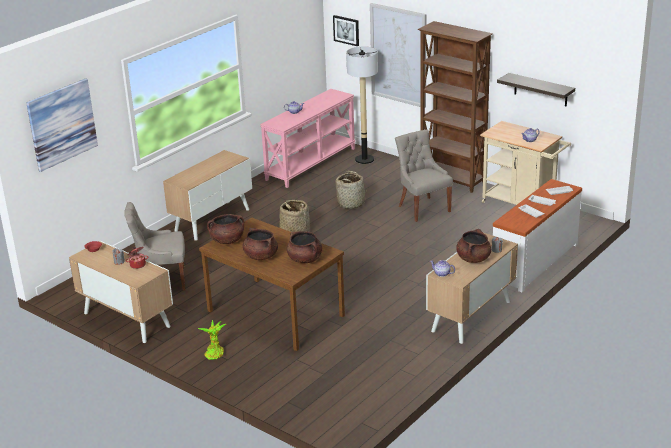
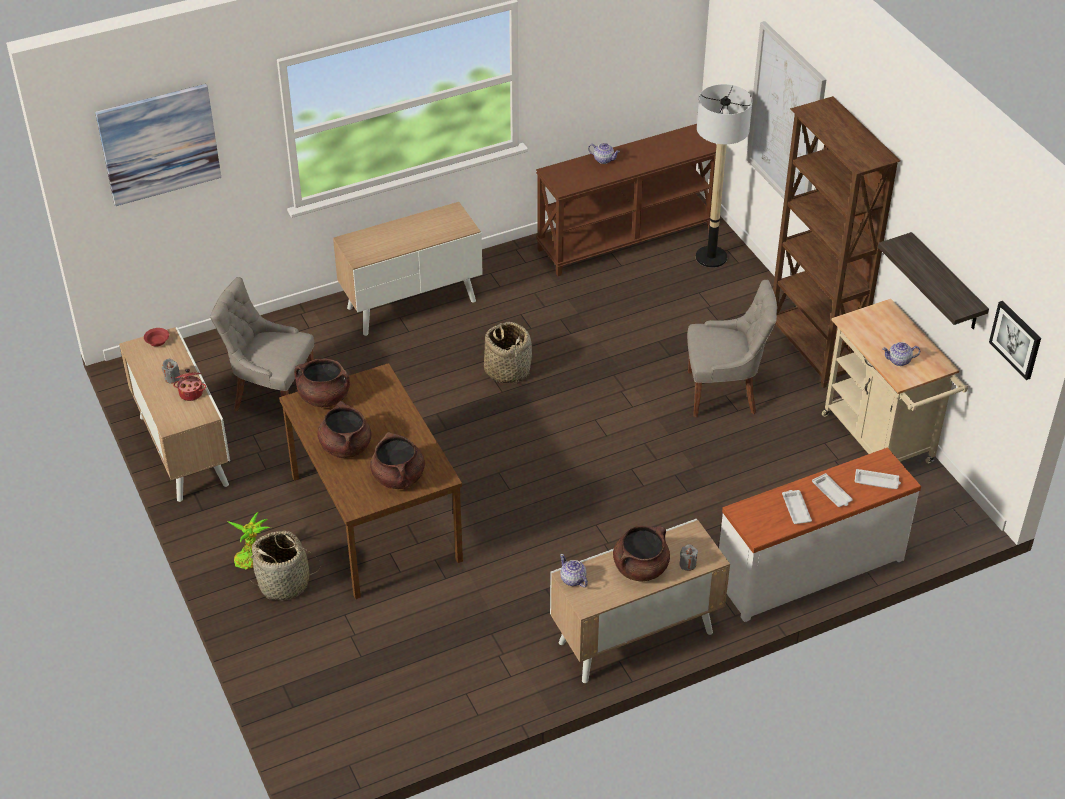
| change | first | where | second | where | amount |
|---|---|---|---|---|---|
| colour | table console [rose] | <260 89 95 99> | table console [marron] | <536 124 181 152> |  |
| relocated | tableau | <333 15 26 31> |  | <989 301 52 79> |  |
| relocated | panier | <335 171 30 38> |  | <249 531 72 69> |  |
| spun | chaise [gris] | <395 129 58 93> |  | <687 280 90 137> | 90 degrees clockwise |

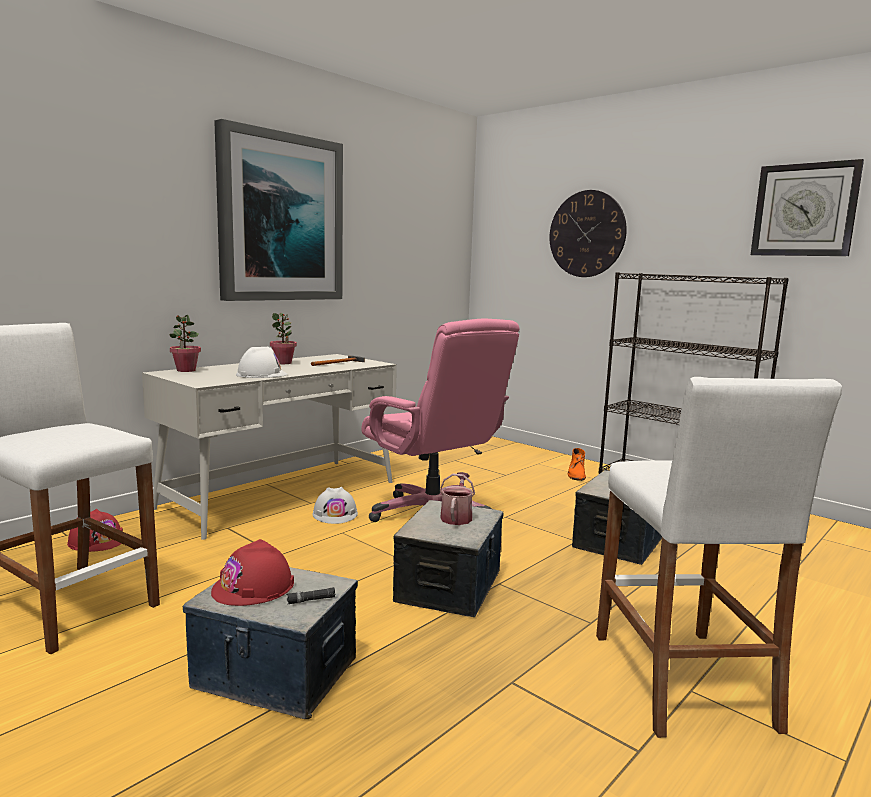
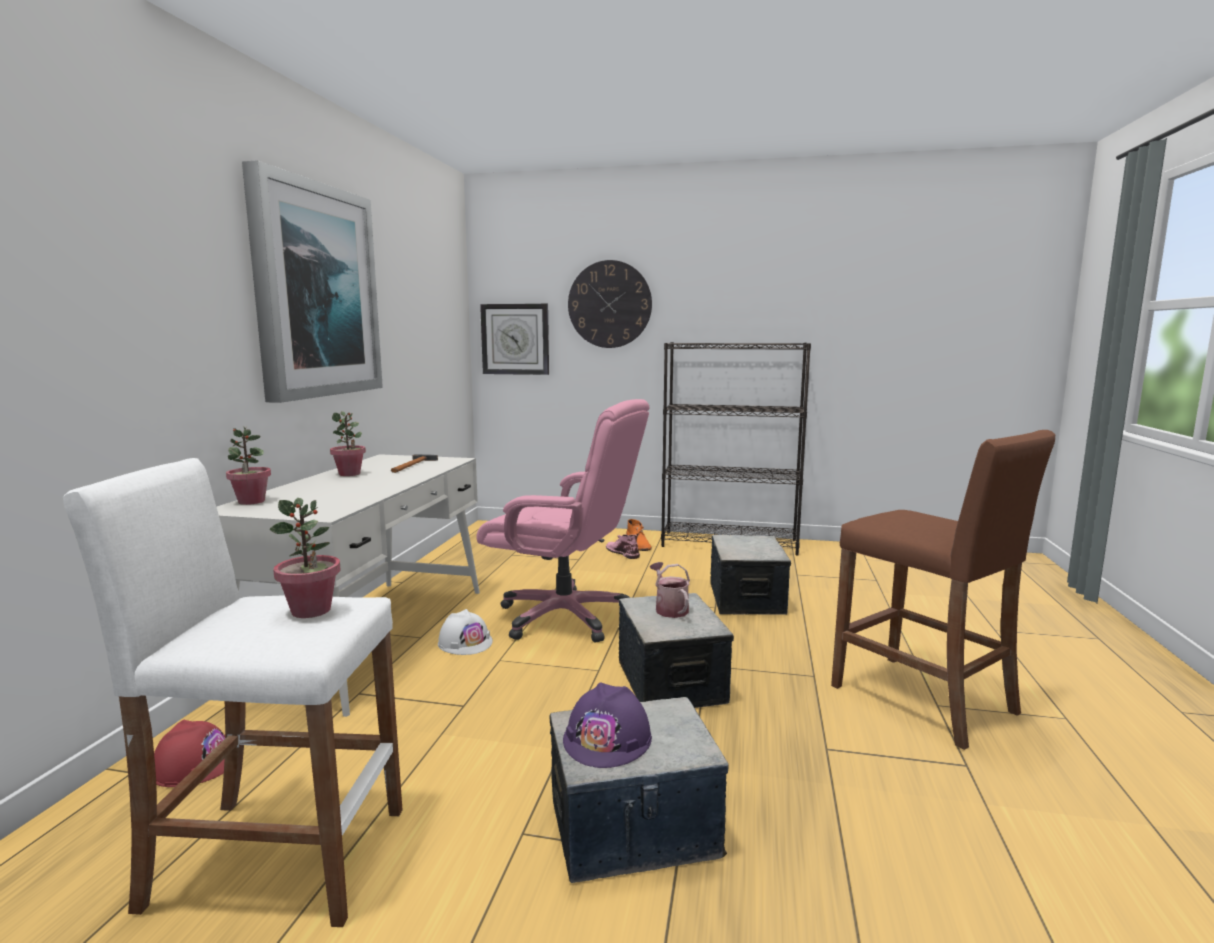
| change | first | where | second | where | amount |
|---|---|---|---|---|---|
| colour | casque de chantier [rouge] | <211 539 83 67> | casque de chantier [violet] | <563 682 89 86> |  |
| missing | casque de chantier [blanc] | <236 347 52 31> |  |  |  |
| missing | lampe de poche [noir] | <287 587 48 17> |  |  |  |
| colour | tabouret [blanc] | <596 377 246 361> | tabouret [marron] | <831 430 224 320> |  |
| relocated | horloge murale | <751 159 113 97> |  | <480 304 69 71> |  |
| appeared |  |  | plante en pot | <270 498 70 120> |  |
| appeared |  |  | botte [rose] | <606 534 34 25> |  |

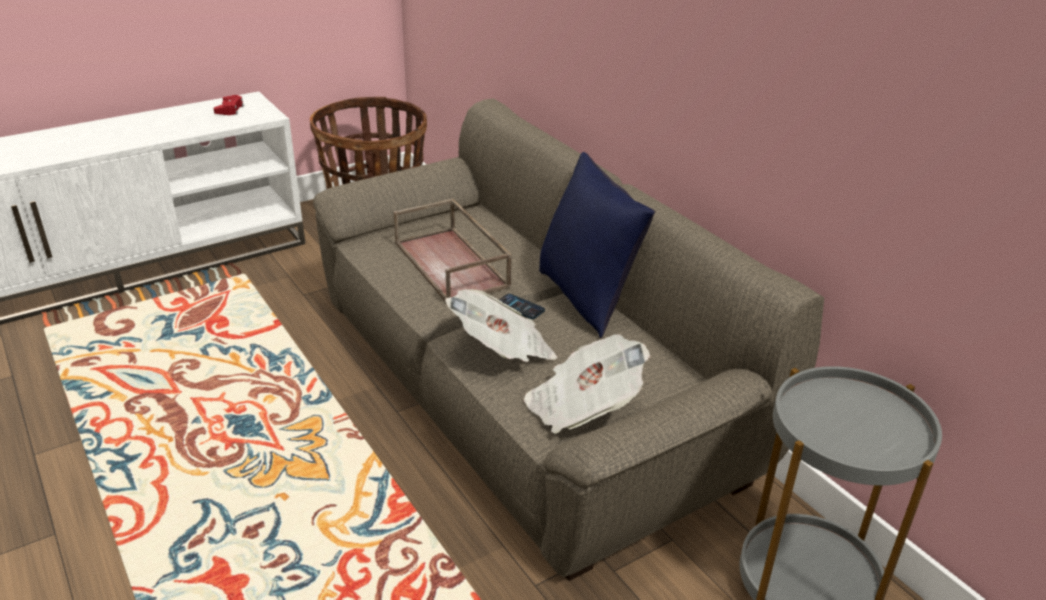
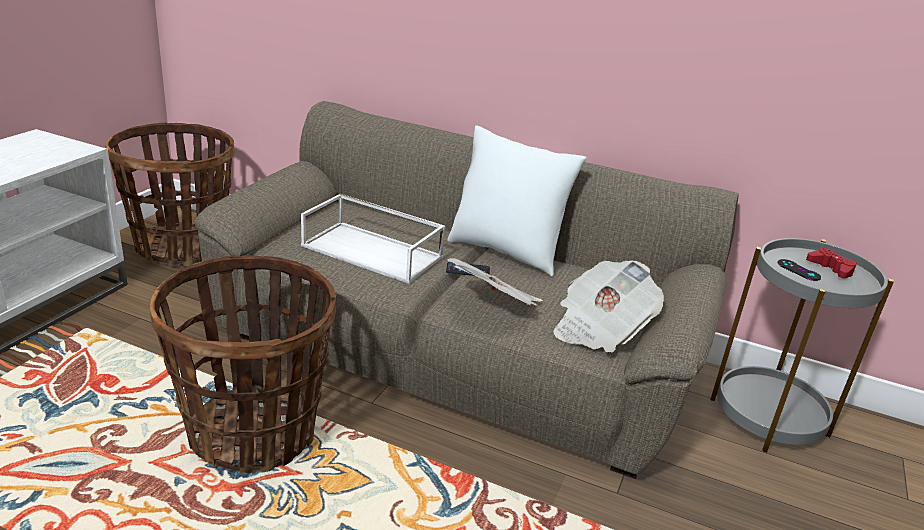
| change | first | where | second | where | amount |
|---|---|---|---|---|---|
| relocated | manette [rouge] | <213 95 31 20> |  | <806 248 51 30> |  |
| colour | plateau [marron] | <393 198 119 103> | plateau [blanc] | <301 194 145 90> |  |
| colour | coussin [bleu] | <539 152 116 186> | coussin [blanc] | <447 125 140 152> |  |
| appeared |  |  | panier | <150 255 186 218> |  |
| appeared |  |  | manette [noir] | <778 259 43 22> |  |

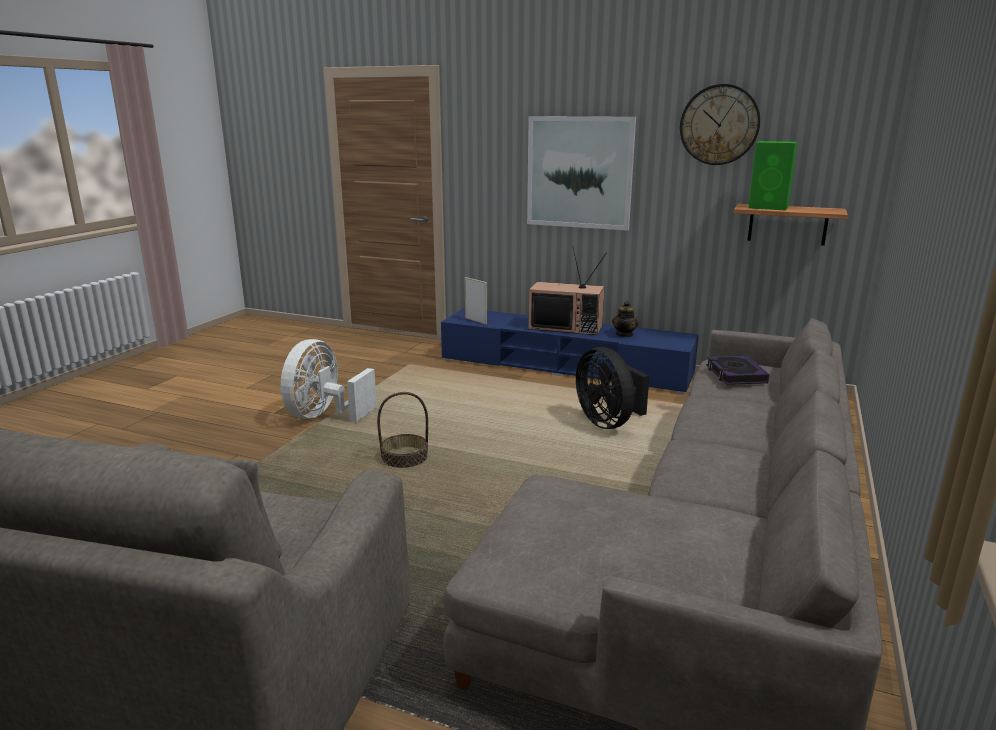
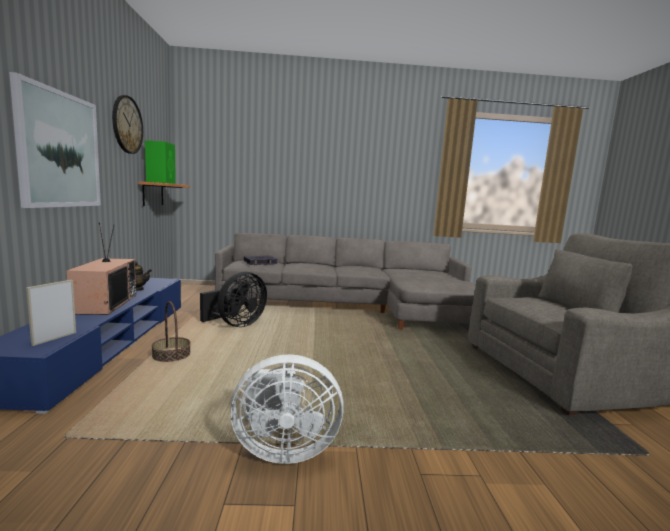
| change | first | where | second | where | amount |
|---|---|---|---|---|---|
| relocated | panier | <377 392 51 76> |  | <152 301 39 61> |  |

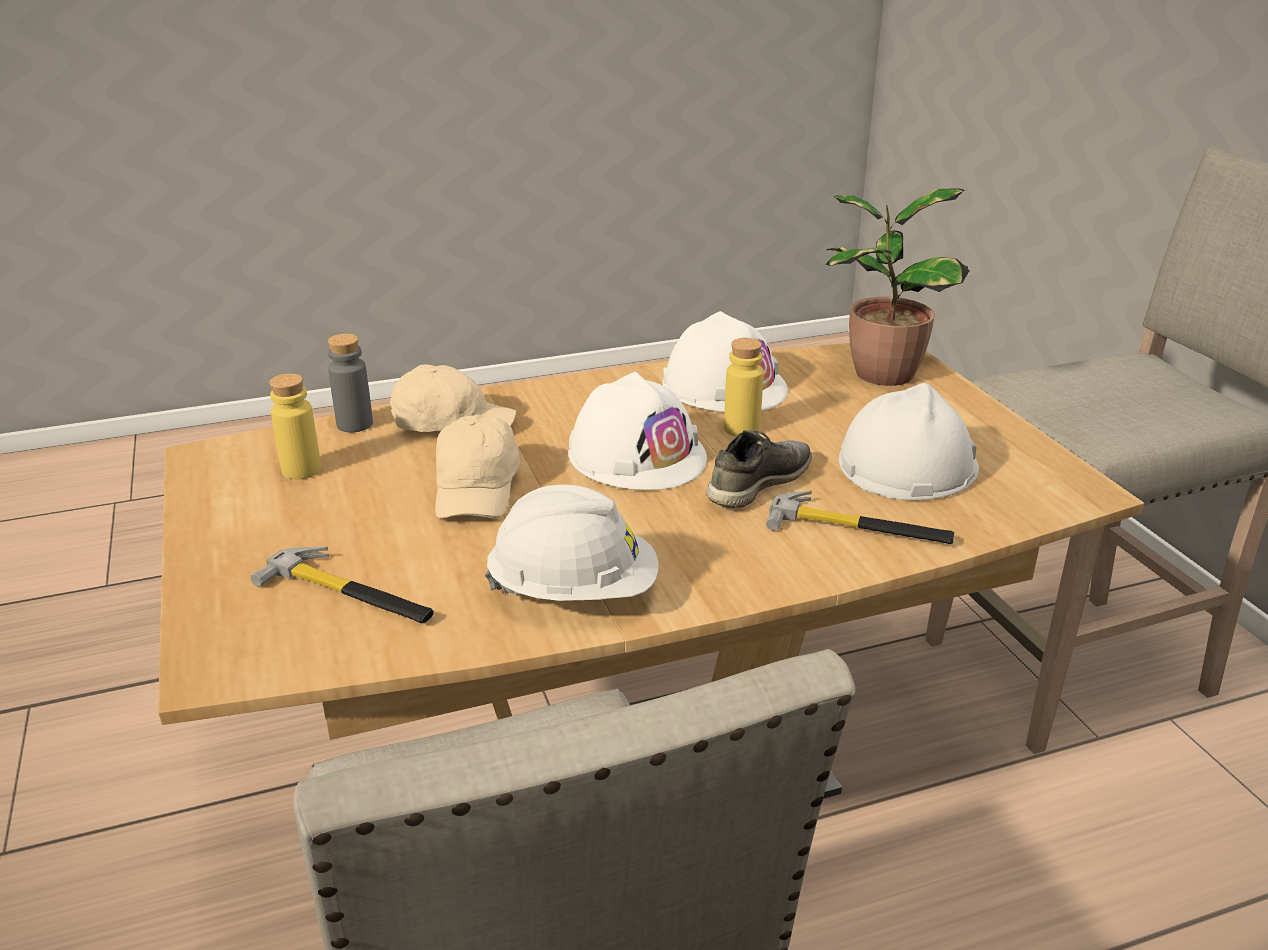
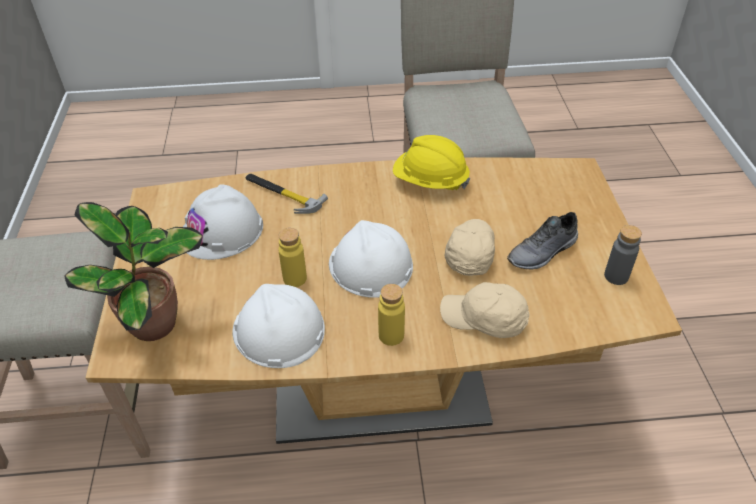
| change | first | where | second | where | amount |
|---|---|---|---|---|---|
| missing | marteau | <251 547 183 76> |  |  |  |
| relocated | bouteille [jaune] | <269 373 52 106> |  | <378 284 27 62> |  |
| relocated | bouteille [gris] | <328 334 45 98> |  | <604 225 38 60> |  |
| colour | casque de chantier [blanc] | <485 484 173 117> | casque de chantier [jaune] | <393 135 77 55> |  |
| relocated | chaussure [gris] | <707 430 105 78> |  | <507 212 71 57> |  |

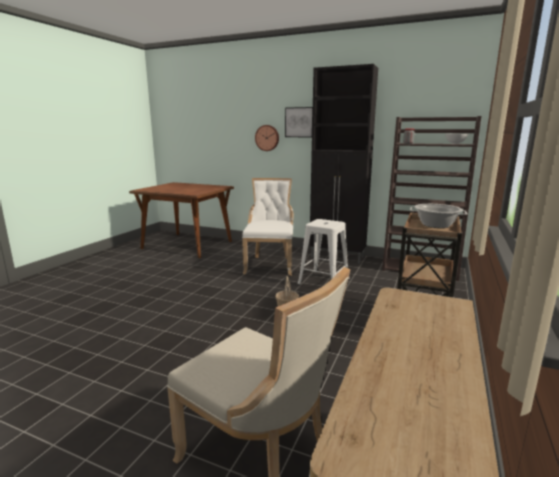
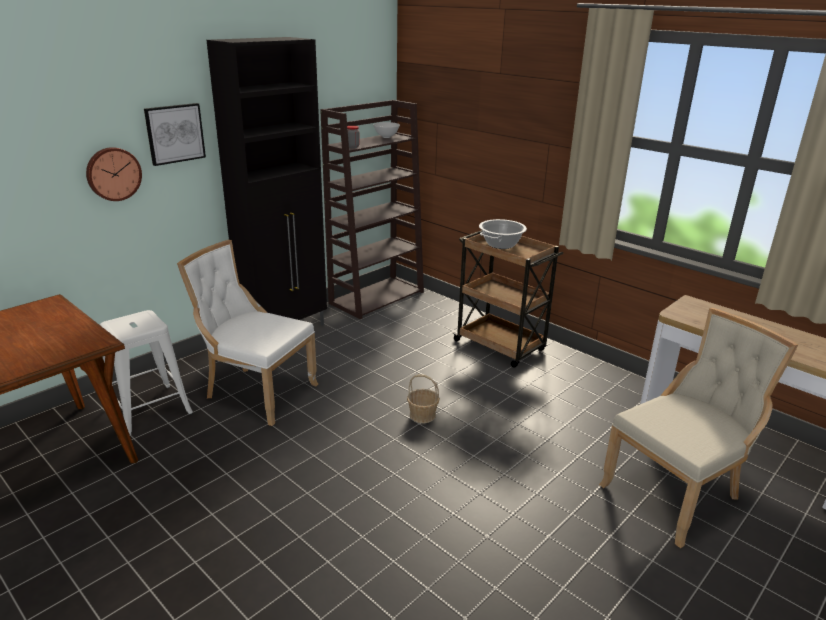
| change | first | where | second | where | amount |
|---|---|---|---|---|---|
| relocated | tabouret [blanc] | <297 219 53 66> |  | <100 310 93 127> |  |

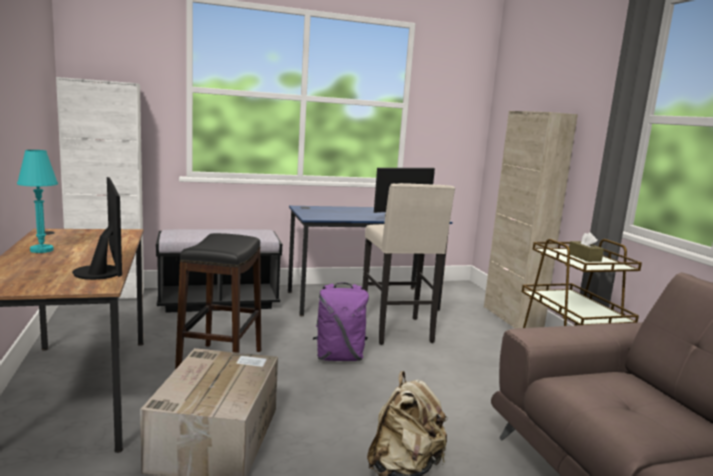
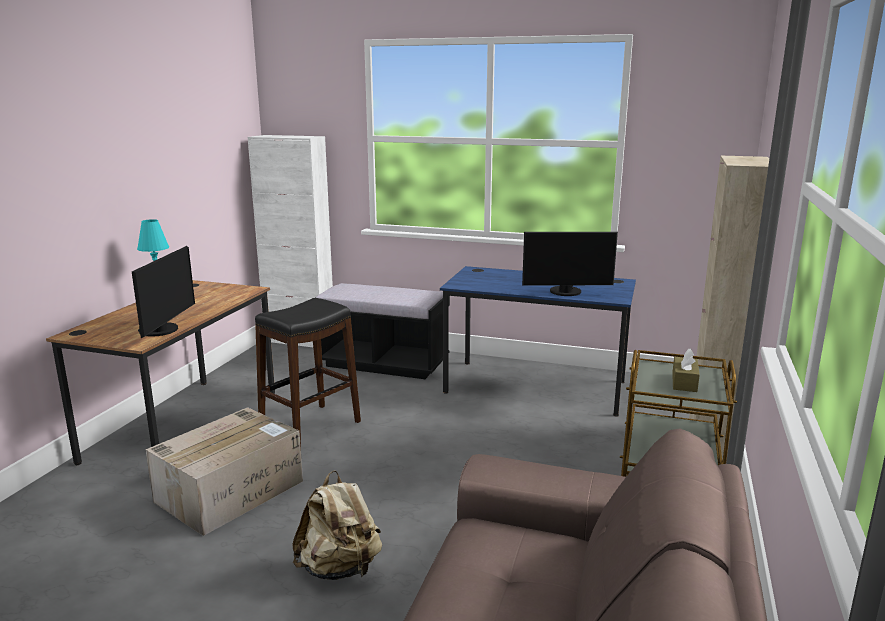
| change | first | where | second | where | amount |
|---|---|---|---|---|---|
| missing | sac à dos [violet] | <313 283 56 78> |  |  |  |
| missing | tabouret [beige] | <362 183 93 162> |  |  |  |

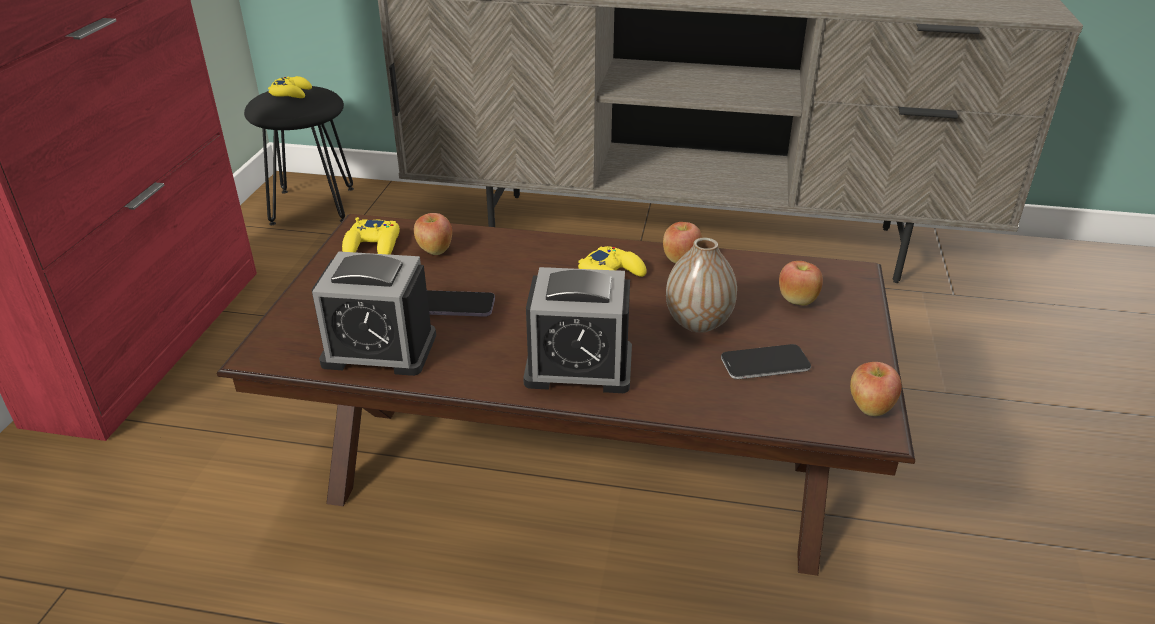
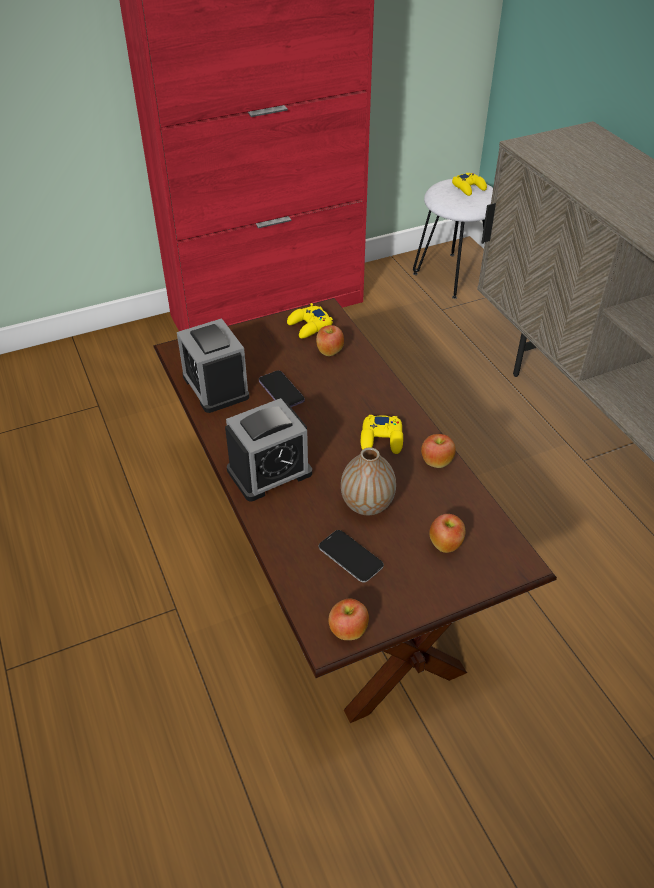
| change | first | where | second | where | amount |
|---|---|---|---|---|---|
| colour | tabouret [noir] | <244 86 110 139> | tabouret [blanc] | <413 179 80 120> |  |
| spun | réveil | <523 267 109 126> |  | <225 398 87 103> | 90 degrees counterclockwise |

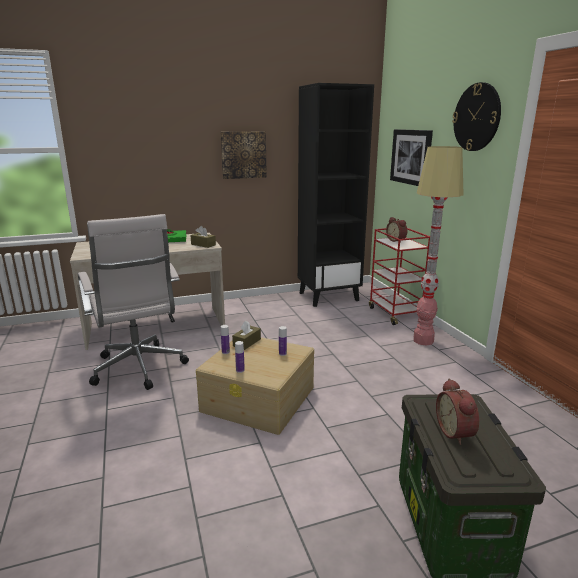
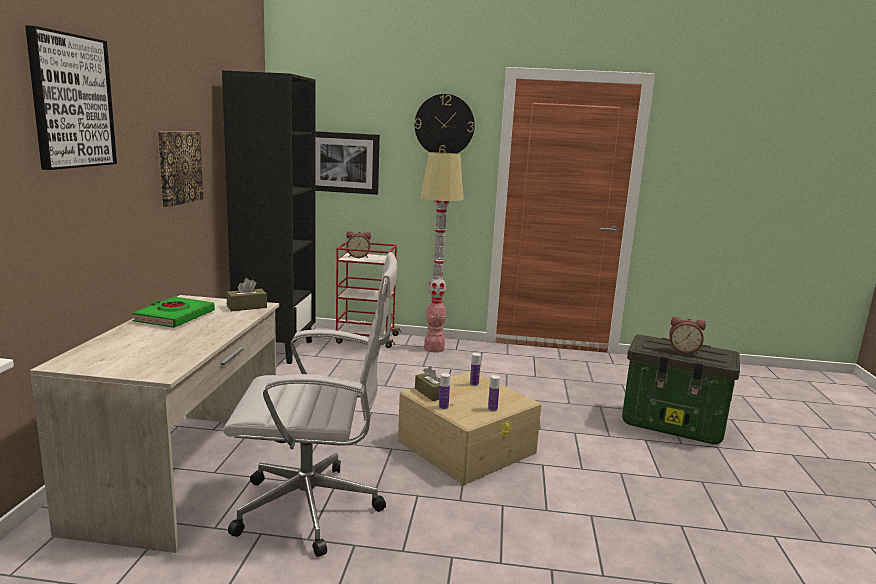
| change | first | where | second | where | amount |
|---|---|---|---|---|---|
| appeared |  |  | tableau | <25 25 92 145> |  |

